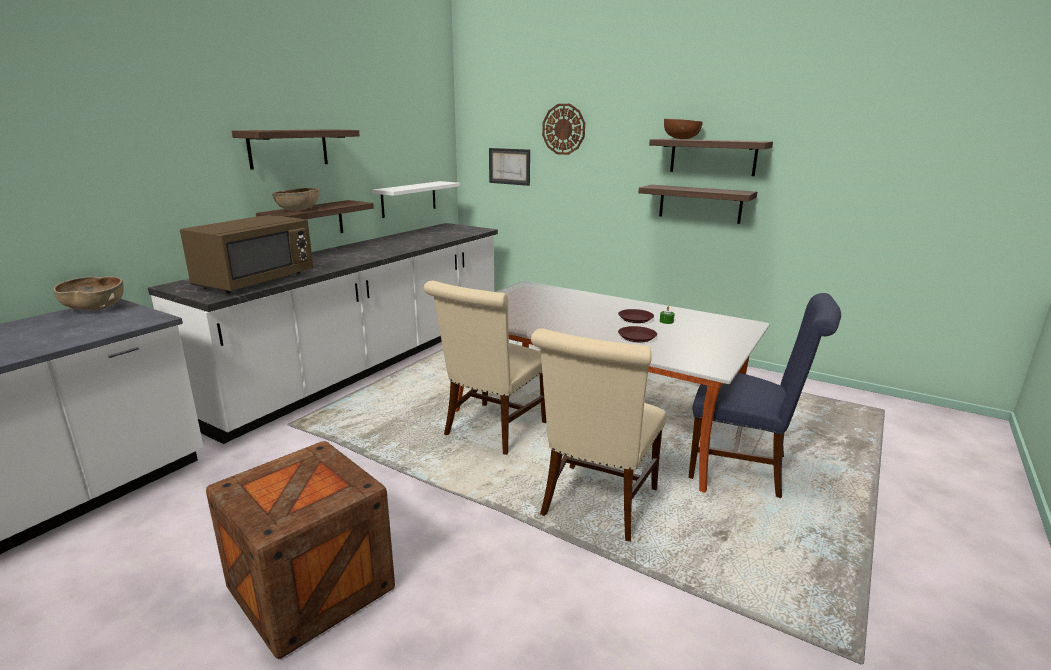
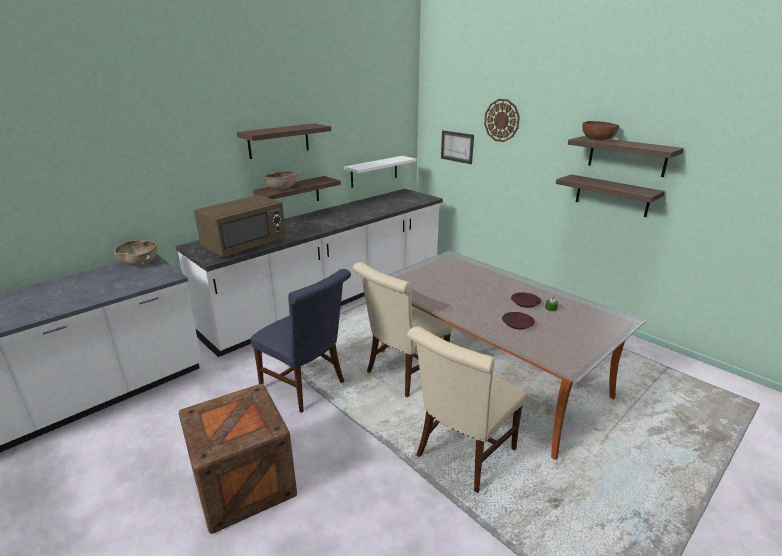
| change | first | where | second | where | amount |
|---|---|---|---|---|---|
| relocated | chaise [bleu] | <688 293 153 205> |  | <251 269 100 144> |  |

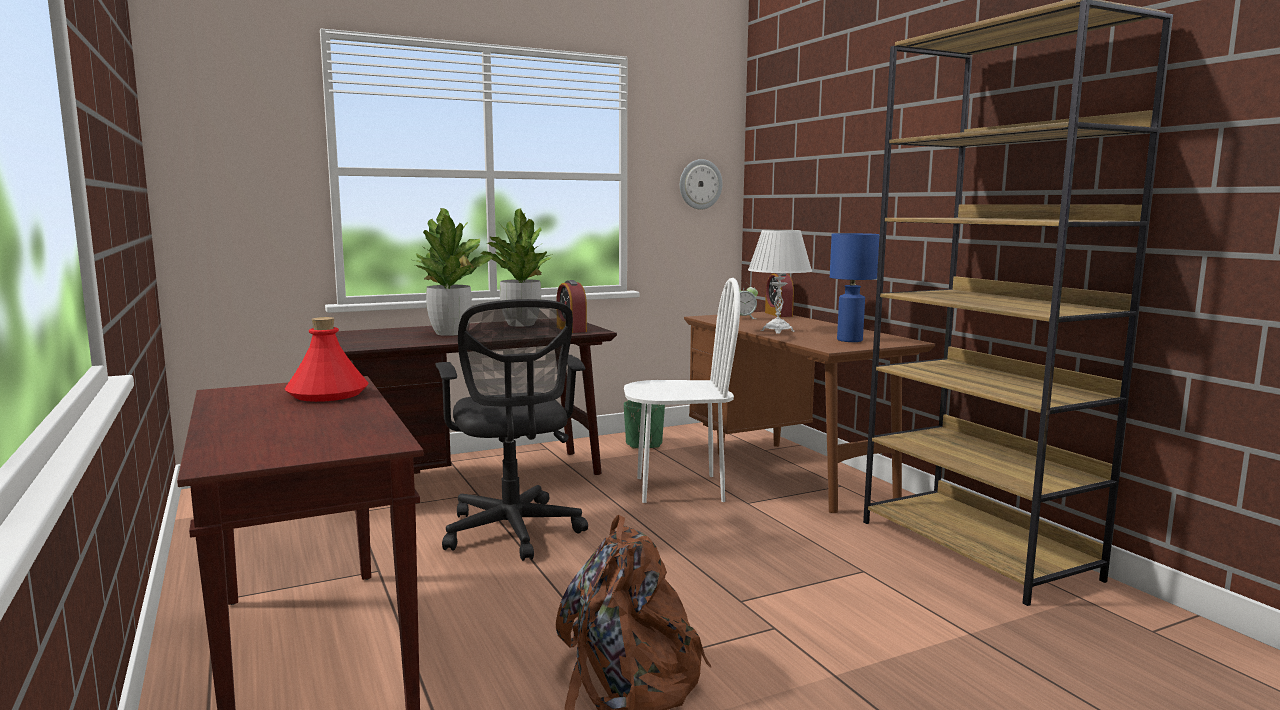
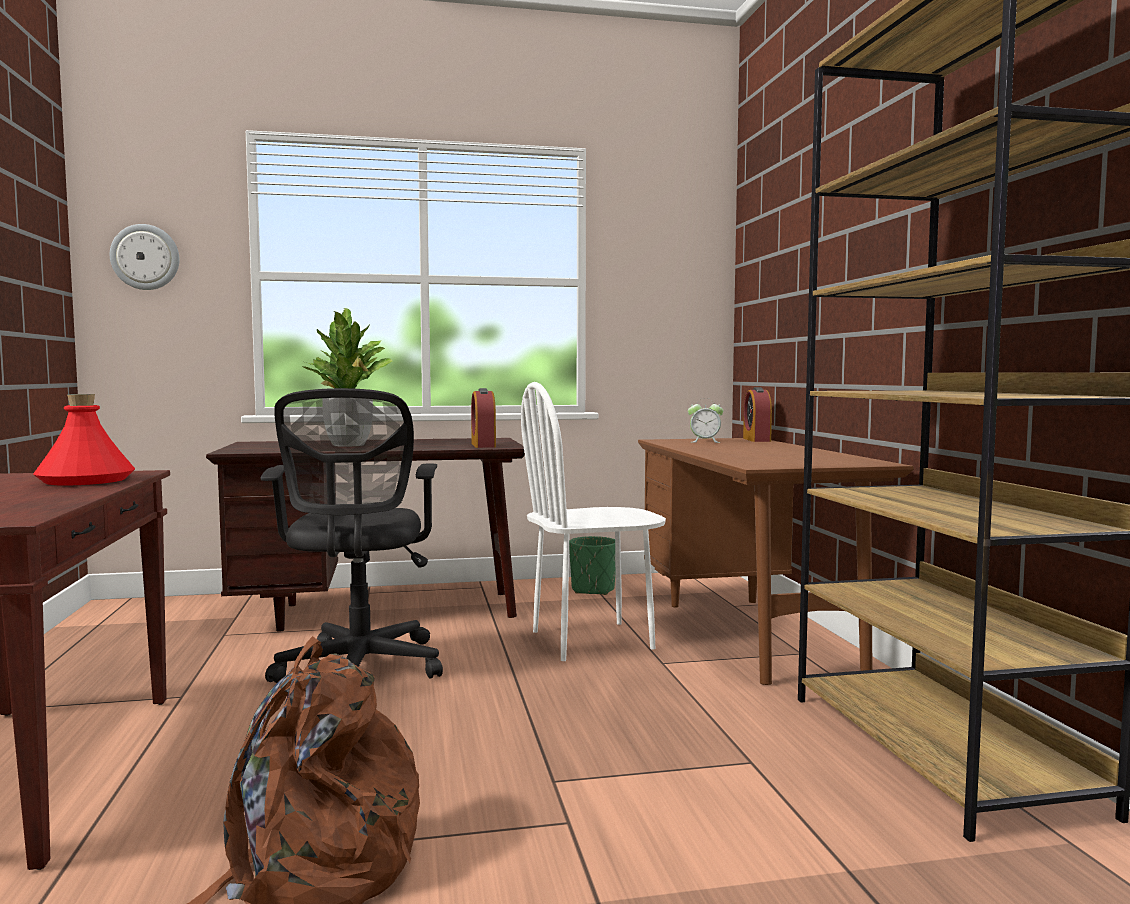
| change | first | where | second | where | amount |
|---|---|---|---|---|---|
| missing | plante en pot | <481 208 72 119> |  |  |  |
| spun | chaise [blanc] | <624 278 116 225> |  | <521 382 145 279> | 150 degrees clockwise |
| relocated | horloge murale | <680 159 42 51> |  | <110 224 69 66> |  |
| missing | lampe de table [blanc] | <748 230 64 104> |  |  |  |
| missing | lampe de table [bleu] | <830 233 50 109> |  |  |  |

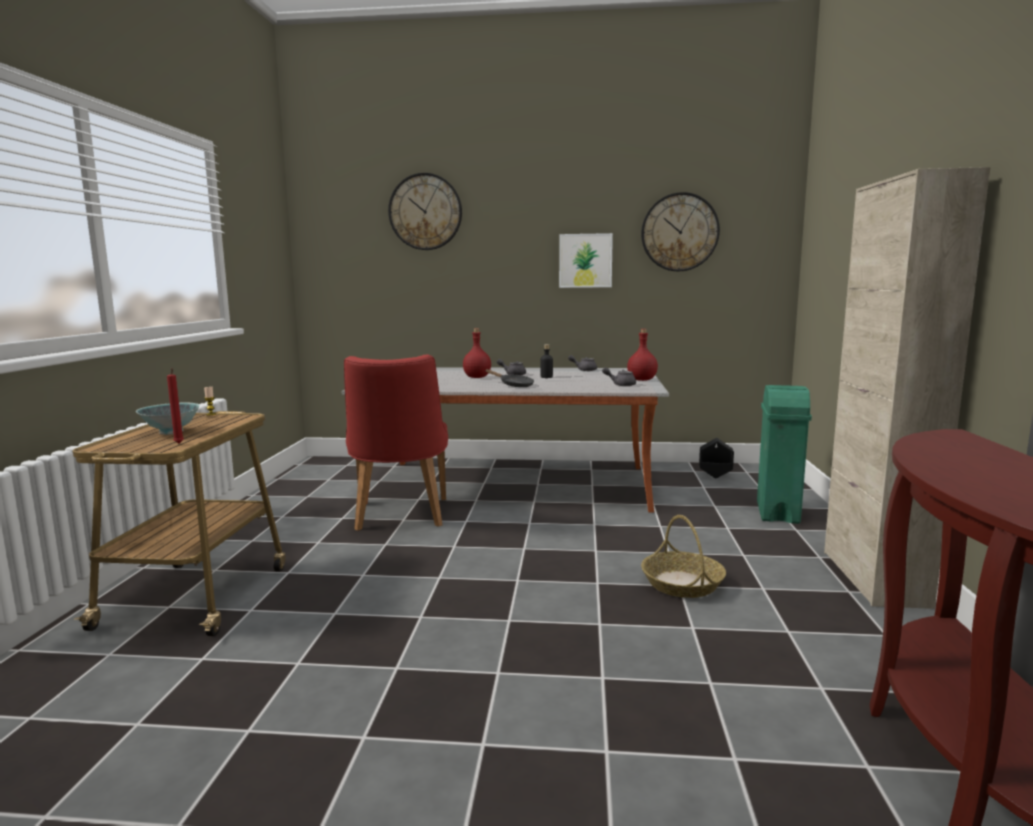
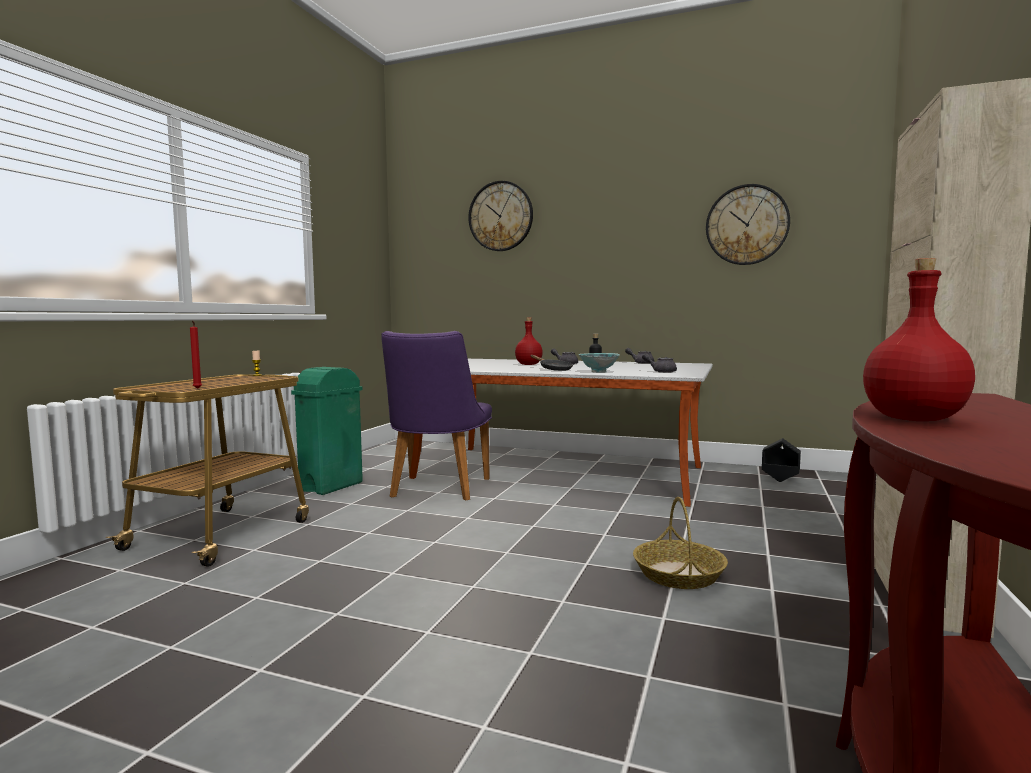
| change | first | where | second | where | amount |
|---|---|---|---|---|---|
| relocated | bol | <136 403 64 32> |  | <578 353 42 20> |  |
| colour | chaise [rouge] | <344 354 104 177> | chaise [violet] | <381 331 111 169> |  |
| missing | tableau | <559 233 54 55> |  |  |  |
| relocated | bouteille [rouge] | <627 329 31 52> |  | <863 258 112 163> |  |
| relocated | poubelle [vert] | <757 385 55 139> |  | <291 367 72 128> |  |

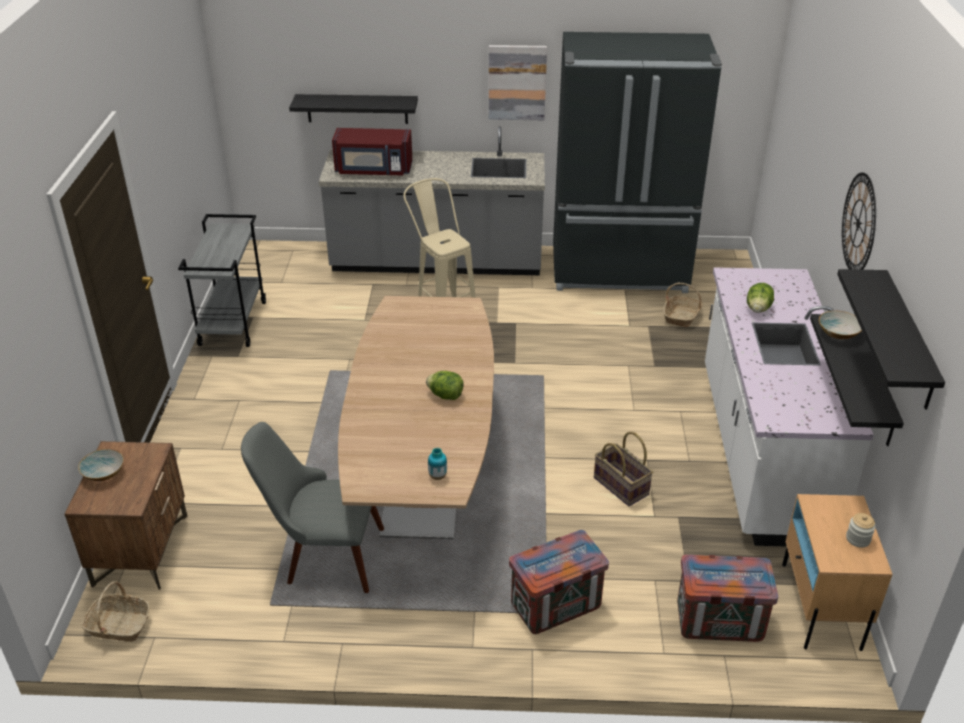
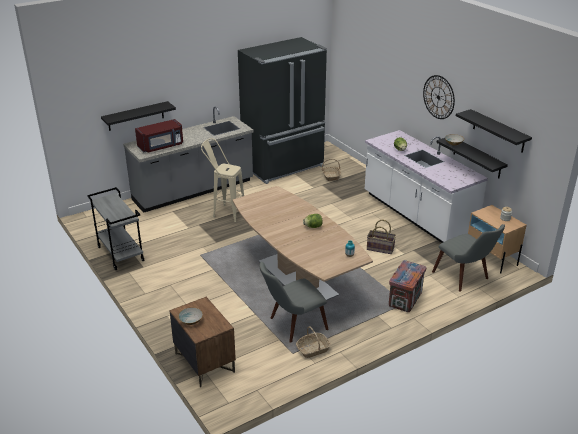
| change | first | where | second | where | amount |
|---|---|---|---|---|---|
| relocated | panier | <82 581 68 61> |  | <296 326 35 32> |  |
| missing | tableau | <489 45 58 75> |  |  |  |
| exchanged | caisse | <677 555 101 87> | chaise [gris] | <432 224 73 68> |  |

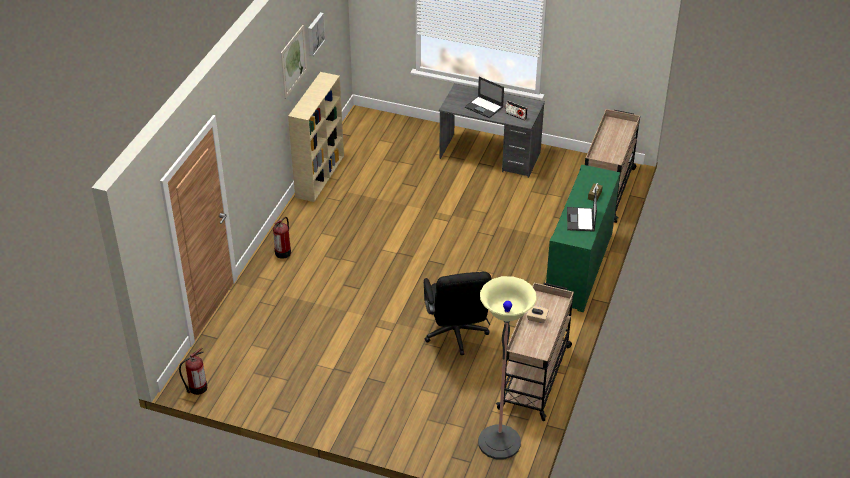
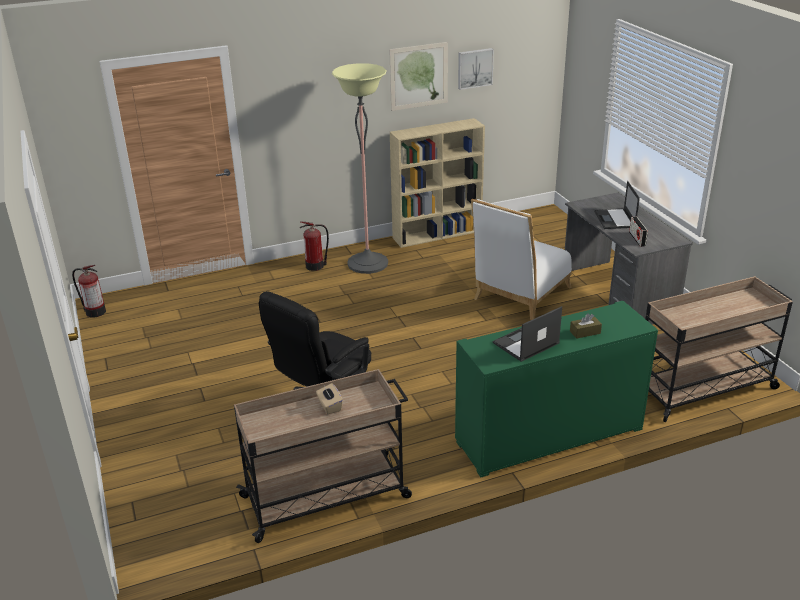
| change | first | where | second | where | amount |
|---|---|---|---|---|---|
| relocated | lampadaire | <478 276 59 183> |  | <332 63 56 211> |  |
| appeared |  |  | chaise [blanc] | <471 199 101 121> |  |

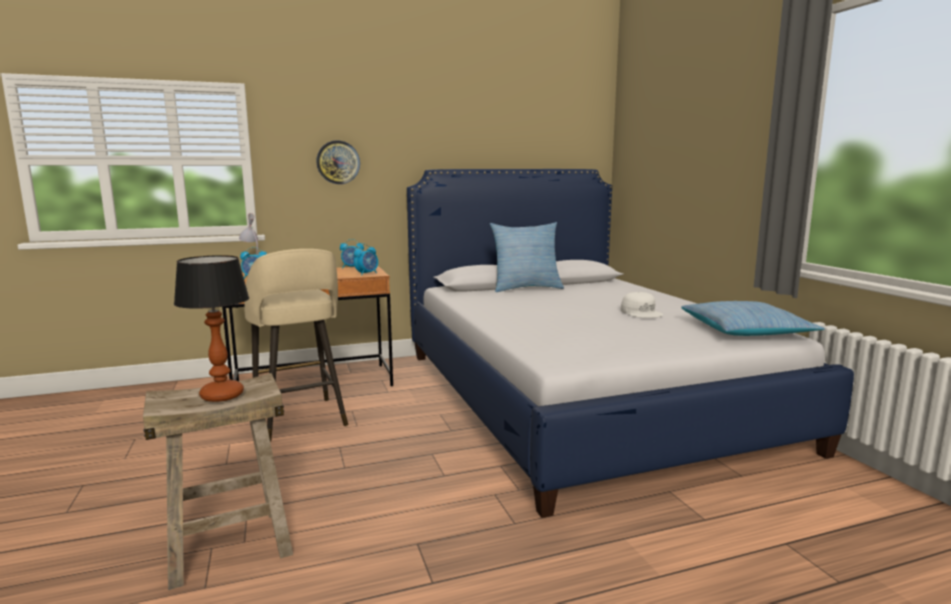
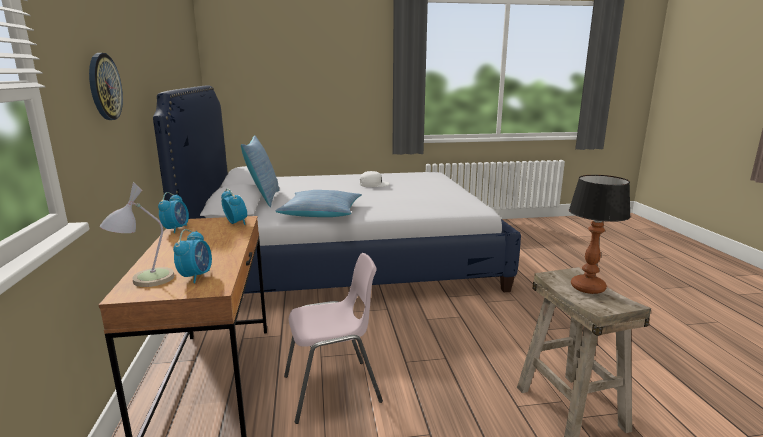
| change | first | where | second | where | amount |
|---|---|---|---|---|---|
| exchanged | tabouret [beige] | <244 249 104 193> | chaise [rose] | <284 253 99 171> |  |
| relocated | coussin | <681 301 144 35> |  | <275 190 87 27> |  |

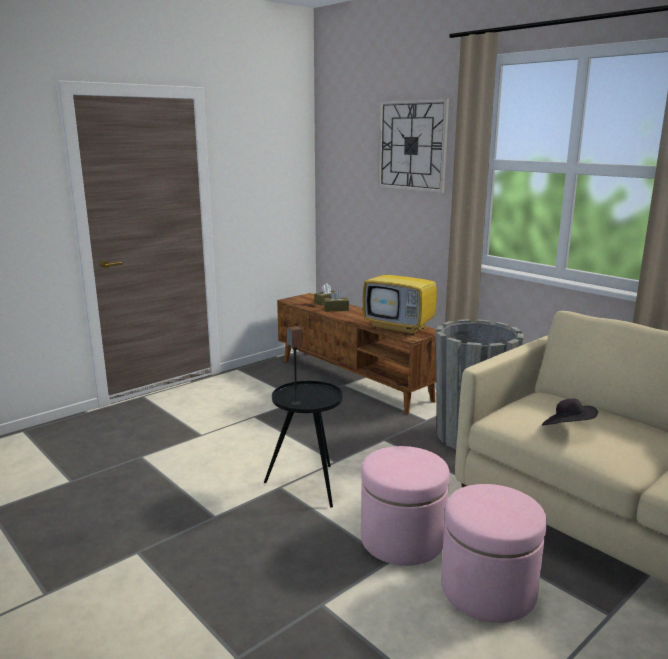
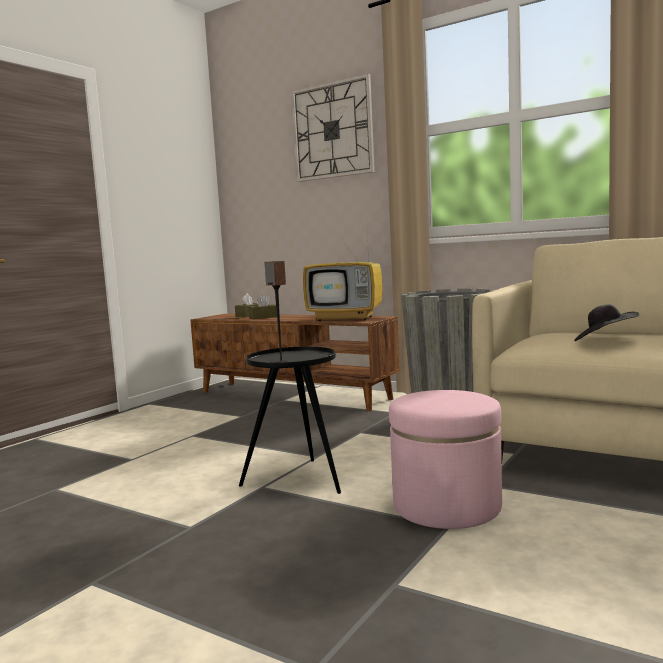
| change | first | where | second | where | amount |
|---|---|---|---|---|---|
| missing | pouf [rose] | <441 484 106 139> |  |  |  |

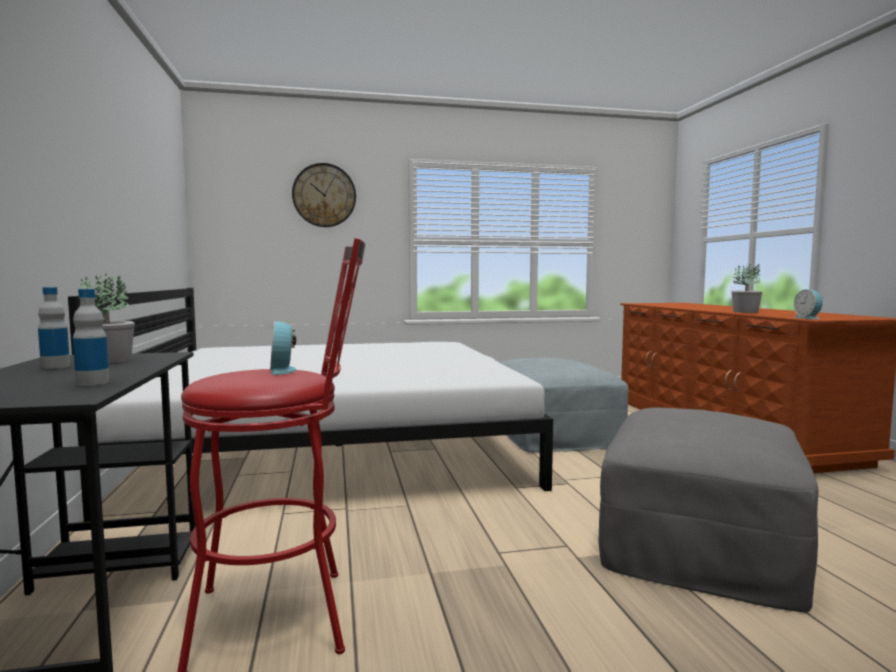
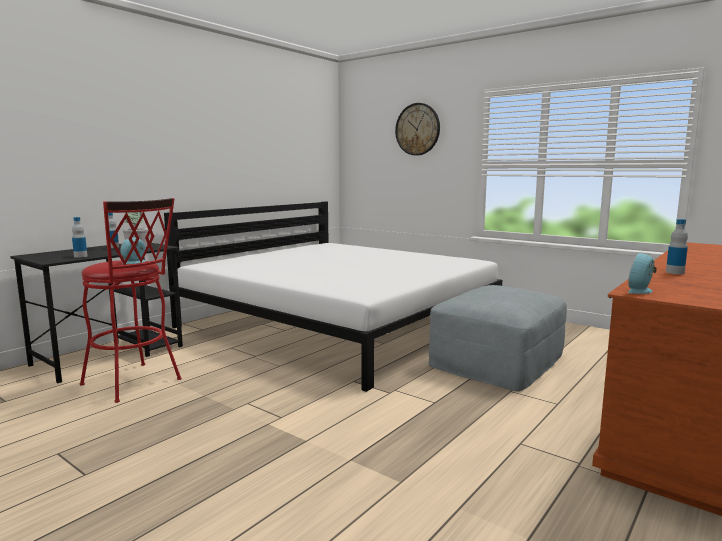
| change | first | where | second | where | amount |
|---|---|---|---|---|---|
| missing | pouf [gris] | <599 408 219 204> |  |  |  |
| exchanged | plante en pot | <731 264 31 49> | bouteille | <666 219 22 55> |  |

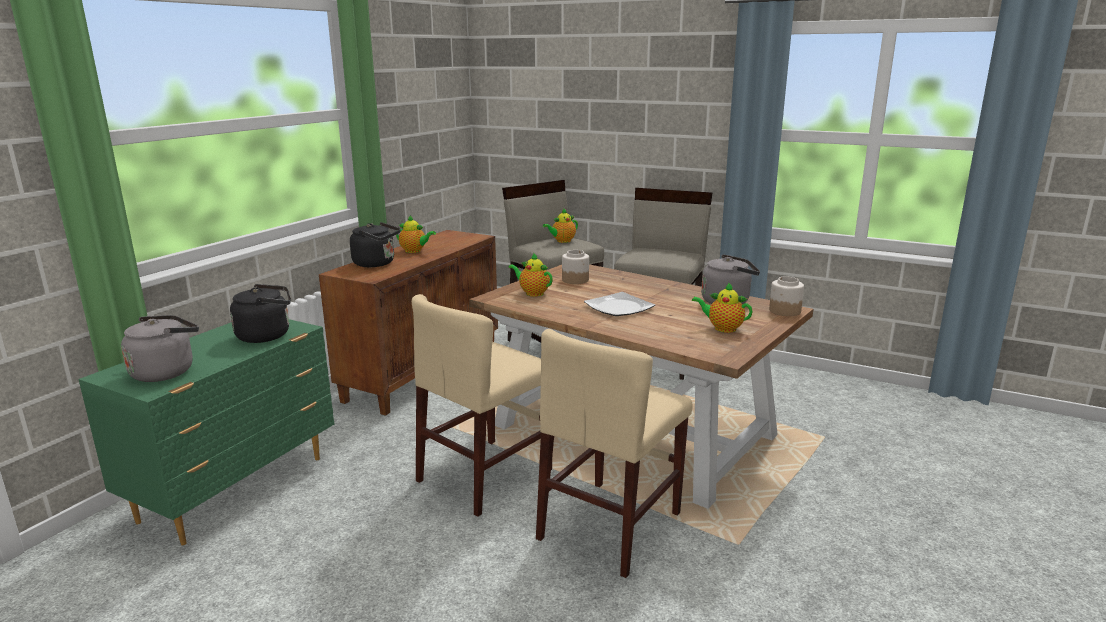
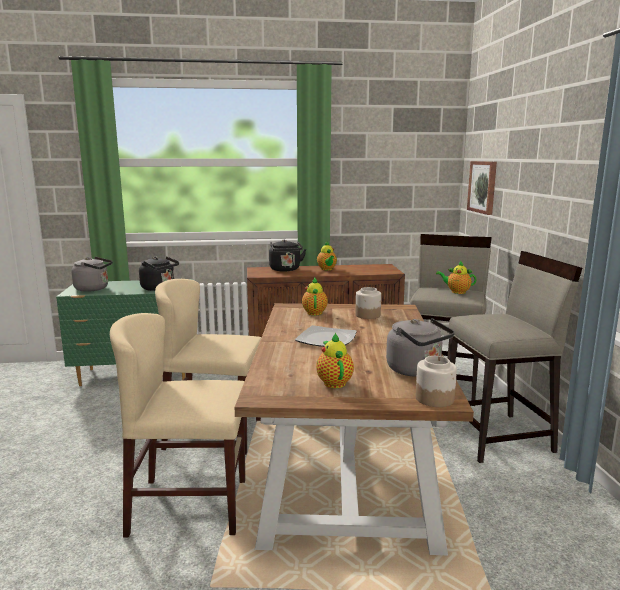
| change | first | where | second | where | amount |
|---|---|---|---|---|---|
| appeared |  |  | tableau | <467 161 30 54> |  |

